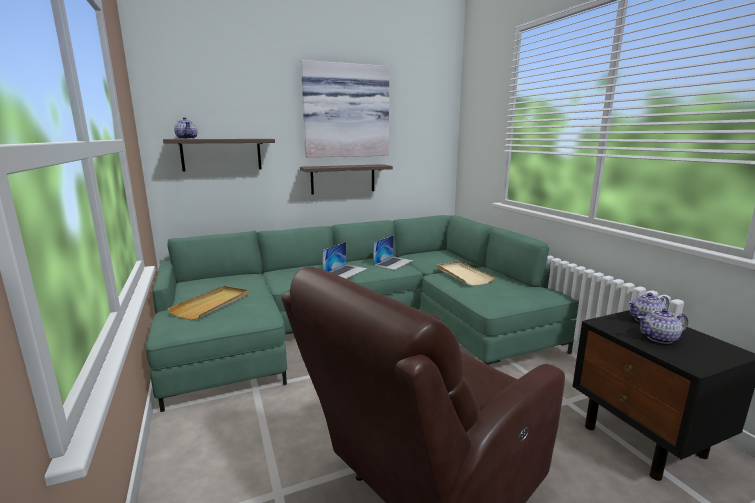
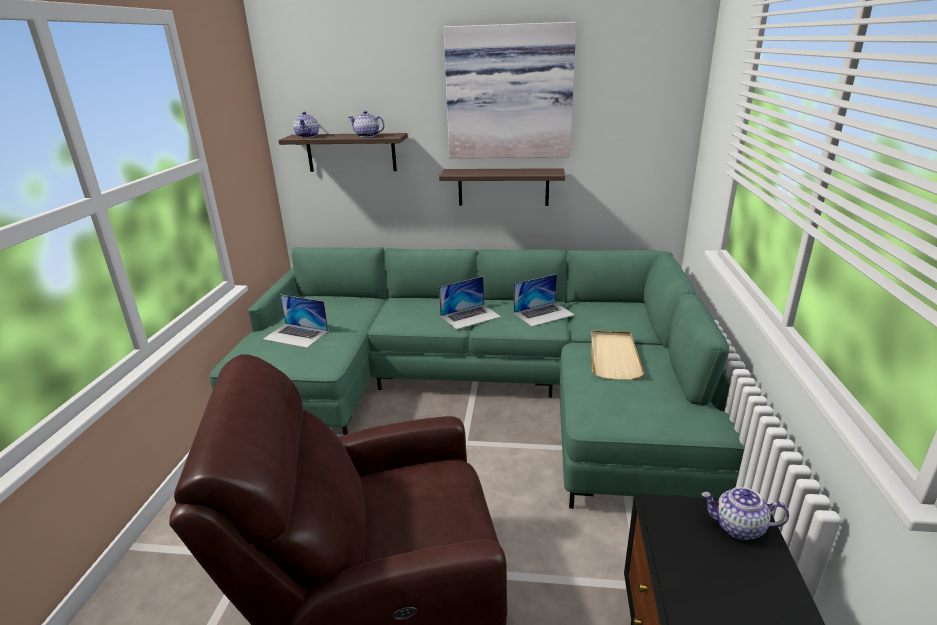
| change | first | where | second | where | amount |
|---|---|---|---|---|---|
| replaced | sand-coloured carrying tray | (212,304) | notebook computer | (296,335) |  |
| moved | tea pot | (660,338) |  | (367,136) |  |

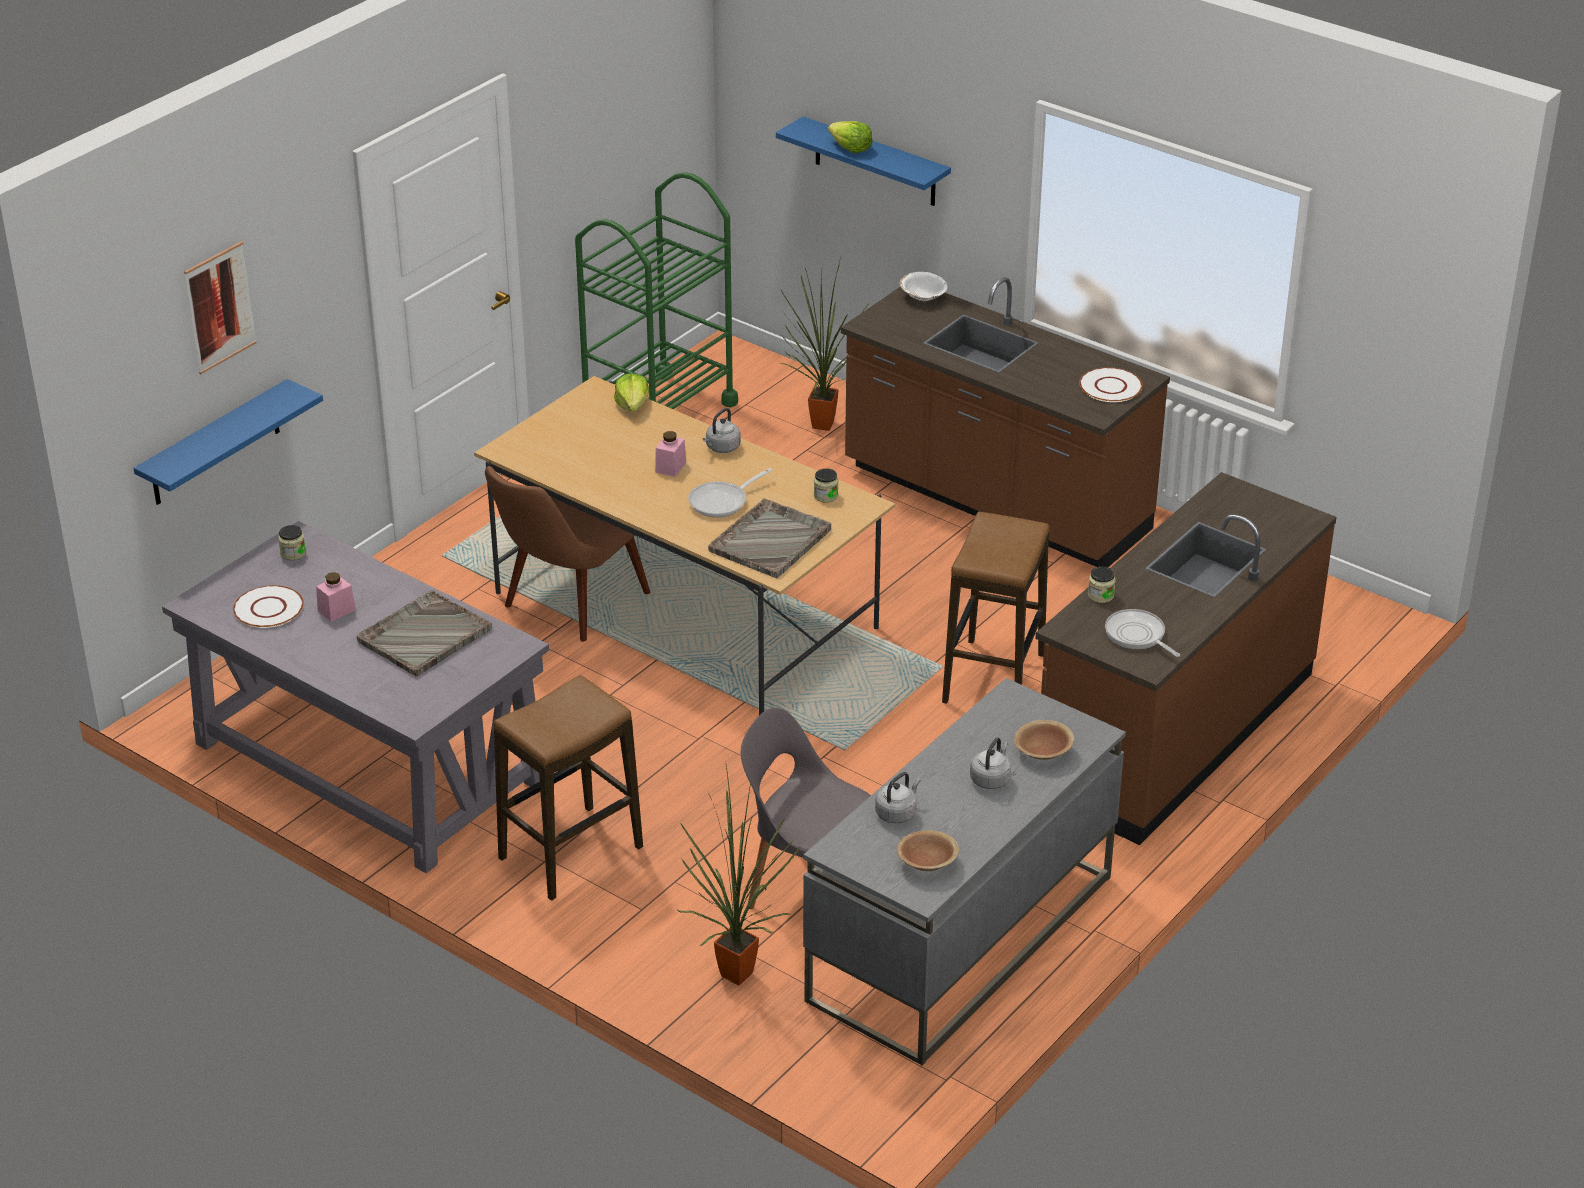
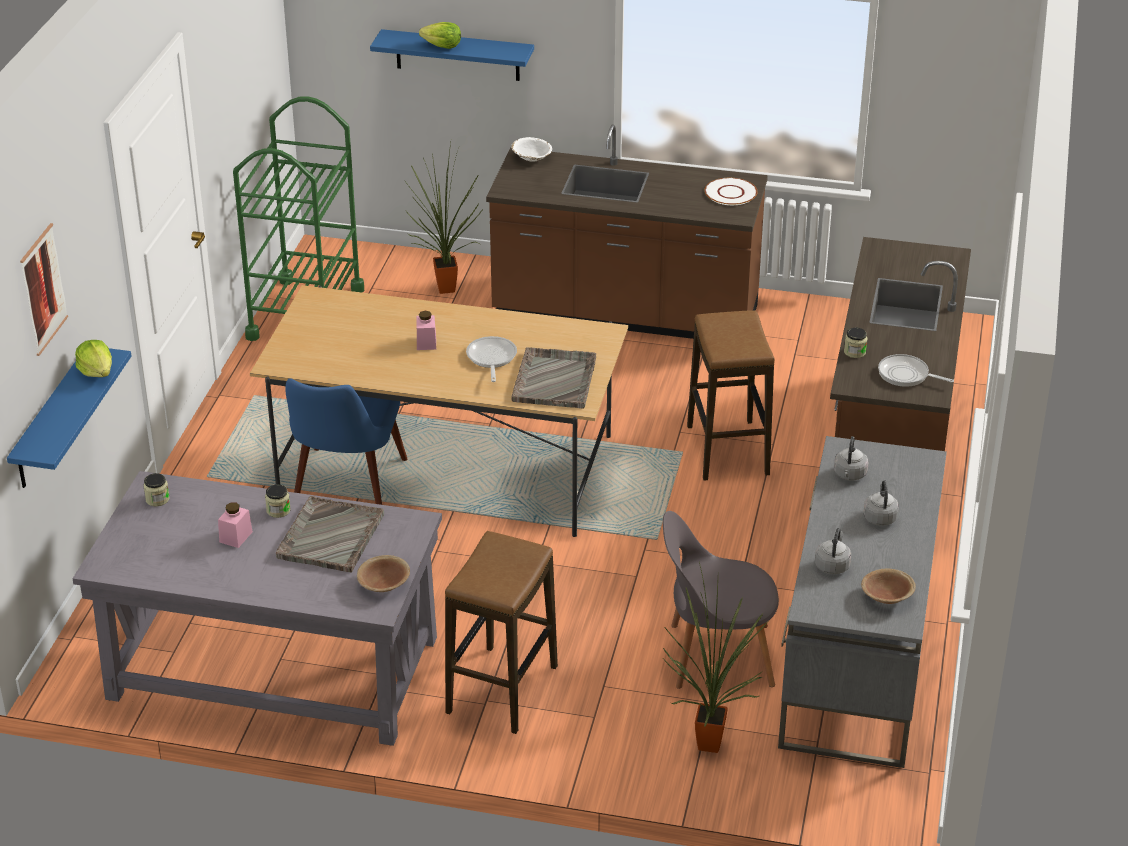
| change | first | where | second | where | amount |
|---|---|---|---|---|---|
| removed | white-coloured dinner plate | (268,608) |  |  |  |
| recoloured | brownish chair | (565,608) | blue chair | (345,490) |  |
| moved | lettuce | (632,405) |  | (97,371) |  |
| turned | pan | (723,501) |  | (491,359) | 150 degrees clockwise |
| moved | grey water kettle | (721,448) |  | (849,475) |  |
| moved | jar | (825,496) |  | (278,510) |  |
| moved | brownish deep dish | (1043,752) |  | (384,584) |  |

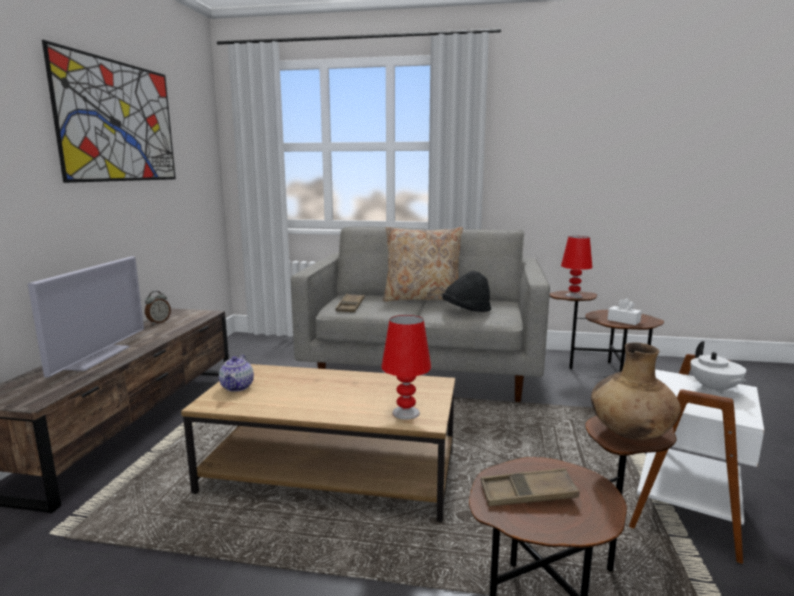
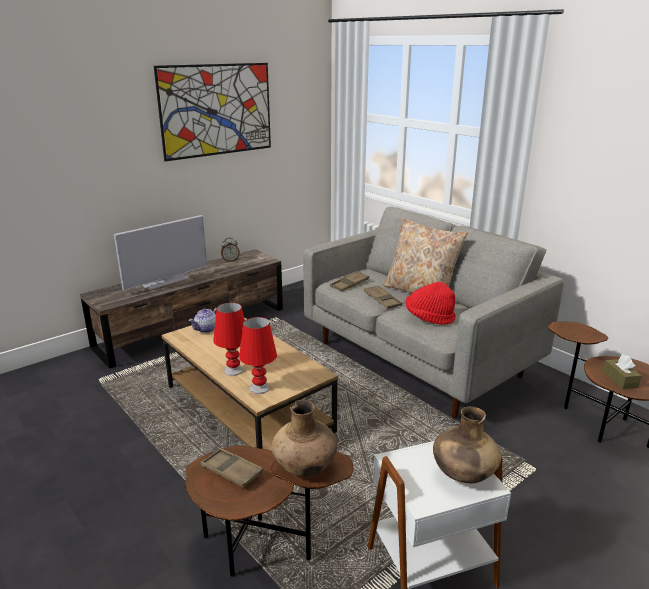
| change | first | where | second | where | amount |
|---|---|---|---|---|---|
| recoloured | black hat | (466,311) | red-coloured hat | (429,318) |  |
| moved | red-coloured tabletop lamp | (574,296) |  | (234,370) |  |
| recoloured | white-coloured tissue holder | (623,321) | brownish tissue holder | (620,379) |  |
| replaced | white-coloured tea pot | (714,389) | brownish decorative vase | (463,474) |  |
| added |  |  | brownish carrying tray | (382,300) |  |

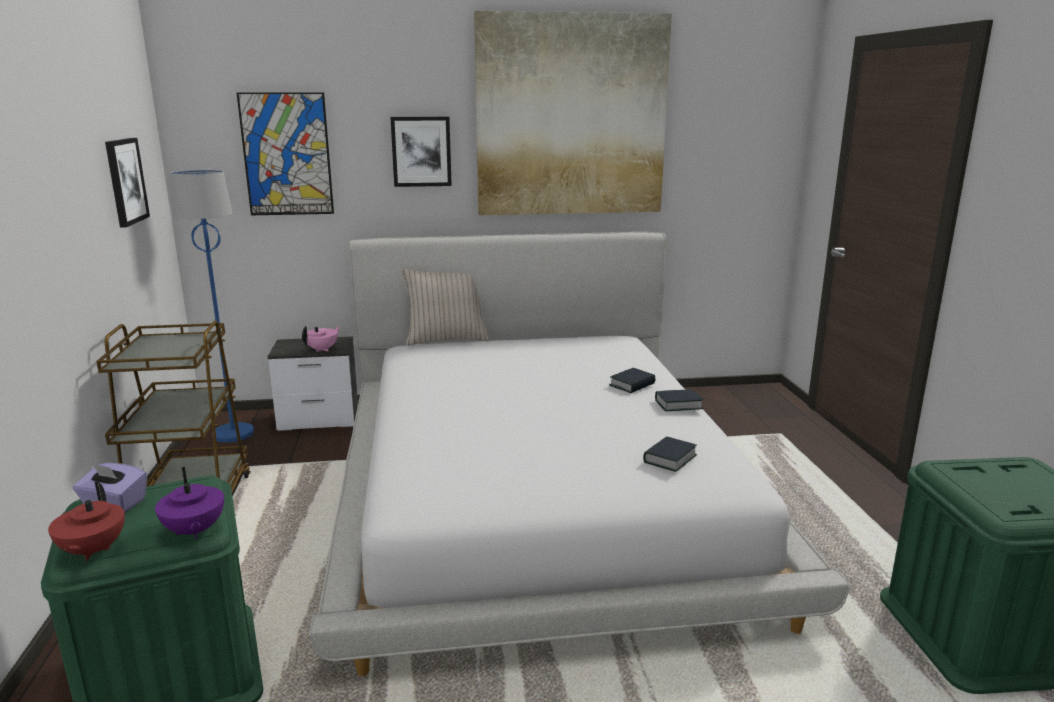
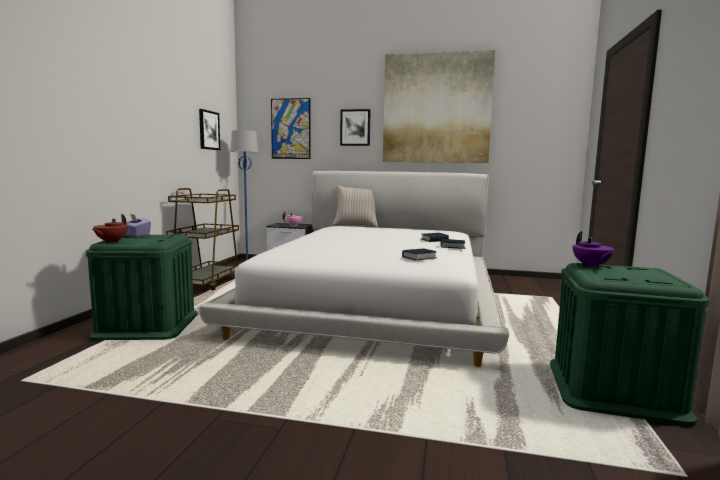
| change | first | where | second | where | amount |
|---|---|---|---|---|---|
| moved | purplish tea pot | (194,531) |  | (591,266) |  |

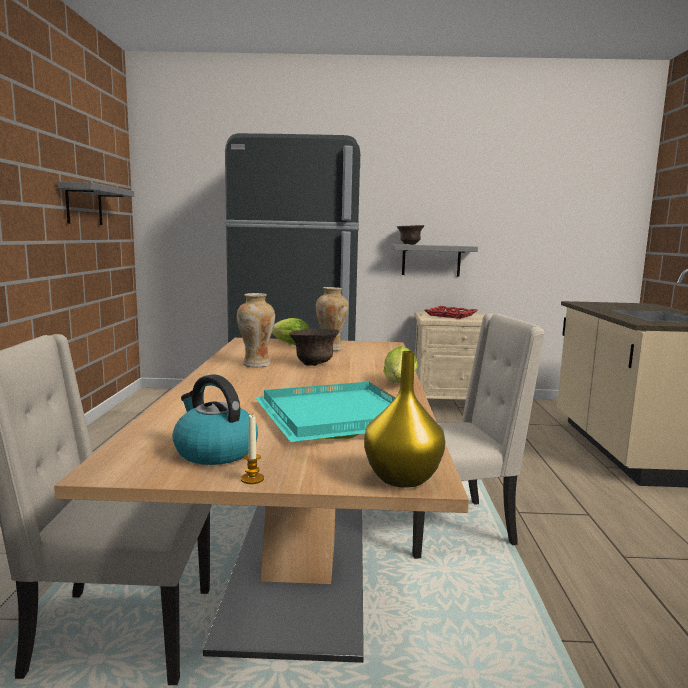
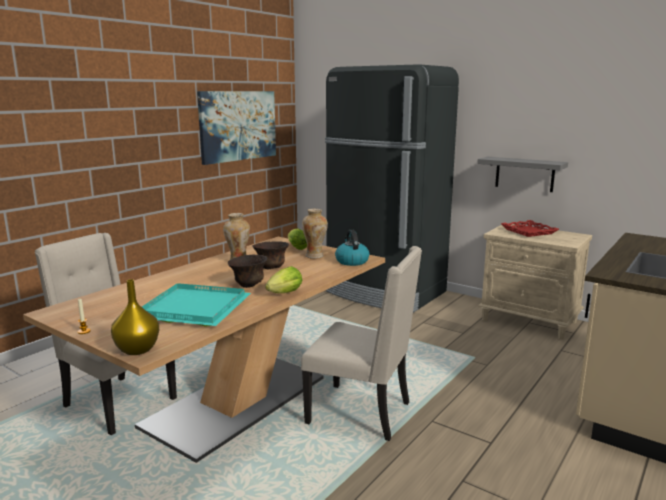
| change | first | where | second | where | amount |
|---|---|---|---|---|---|
| replaced | grey wall shelf | (84,205) | wall art | (238,125) |  |
| moved | water kettle | (214,451) |  | (351,261) |  |
| moved | brownish deep dish | (409,244) |  | (249,285) |  |

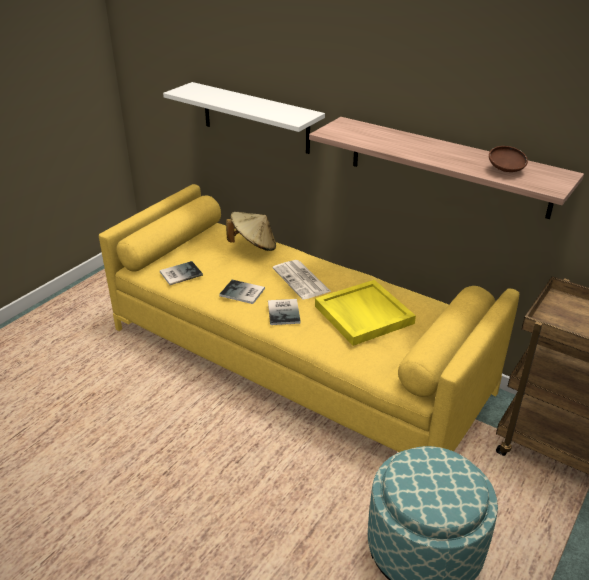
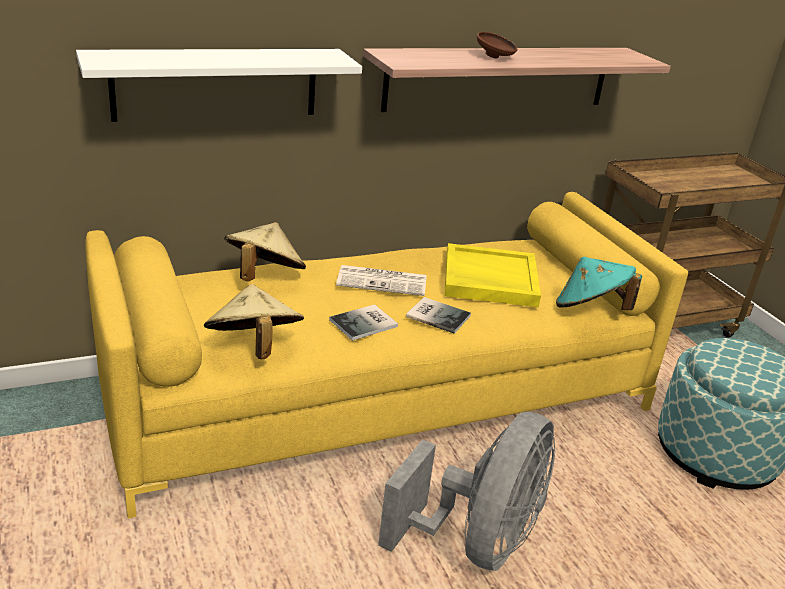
| change | first | where | second | where | amount |
|---|---|---|---|---|---|
| replaced | volume | (179,273) | sand-coloured hat | (253,348) |  |
| moved | brownish deep dish | (505,170) |  | (495,57) |  |
| added |  |  | grey electric fan | (477,542) |  |
| added |  |  | blue-green hat | (590,309) |  |

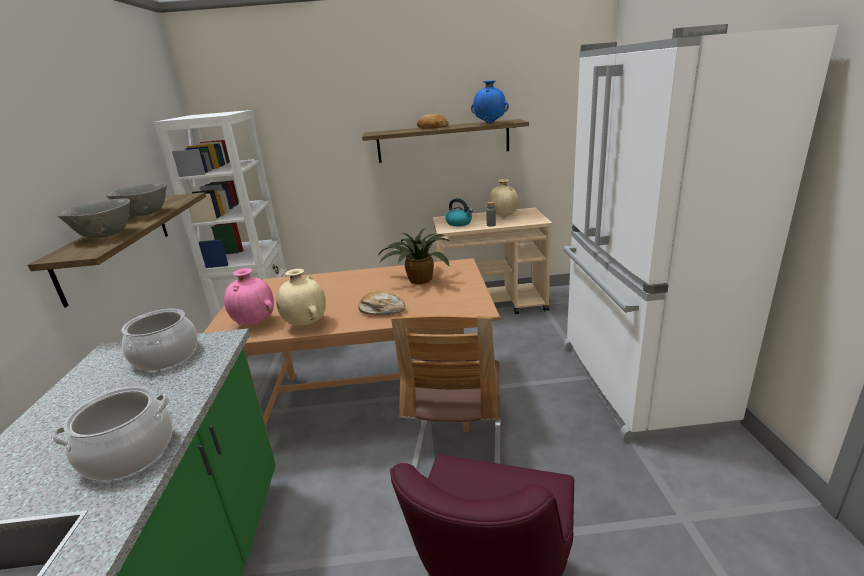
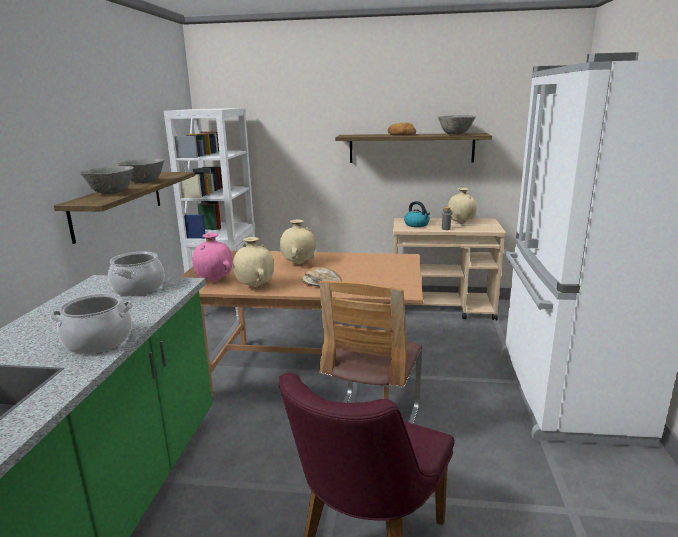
| change | first | where | second | where | amount |
|---|---|---|---|---|---|
| removed | potted plant | (418,280) |  |  |  |
| replaced | blue decorative vase | (490,123) | grey deep dish | (455,134) |  |
| added |  |  | sand-coloured decorative vase | (298,263) |  |

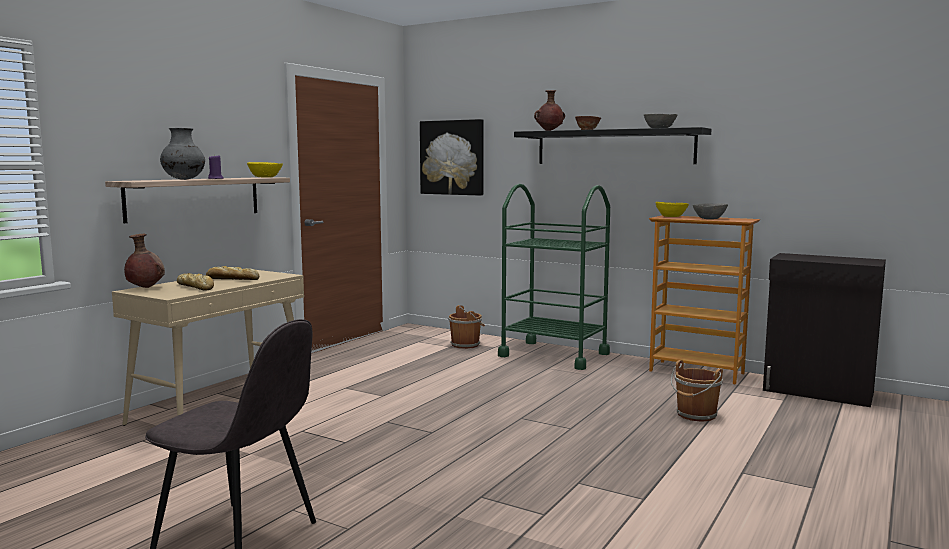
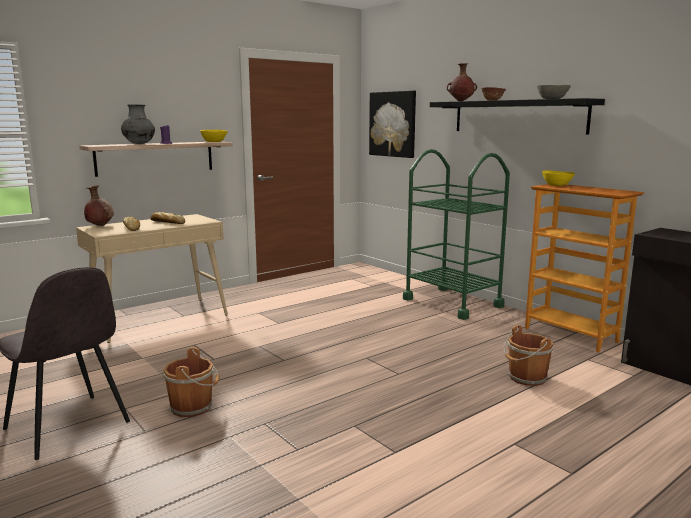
| change | first | where | second | where | amount |
|---|---|---|---|---|---|
| moved | brownish bucket | (466,345) |  | (193,407) |  |
| removed | grey deep dish | (709,218) |  |  |  |

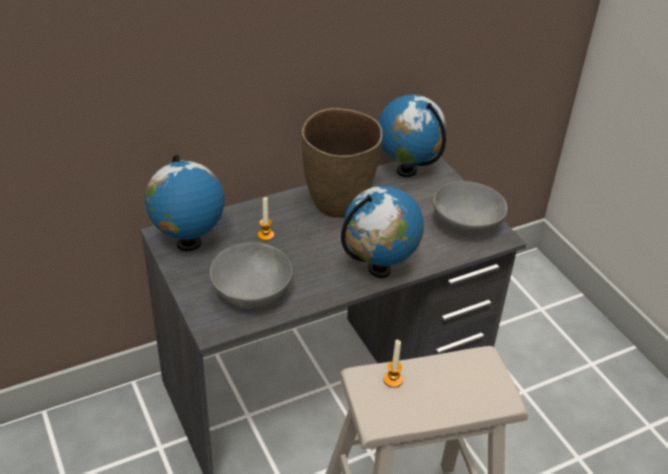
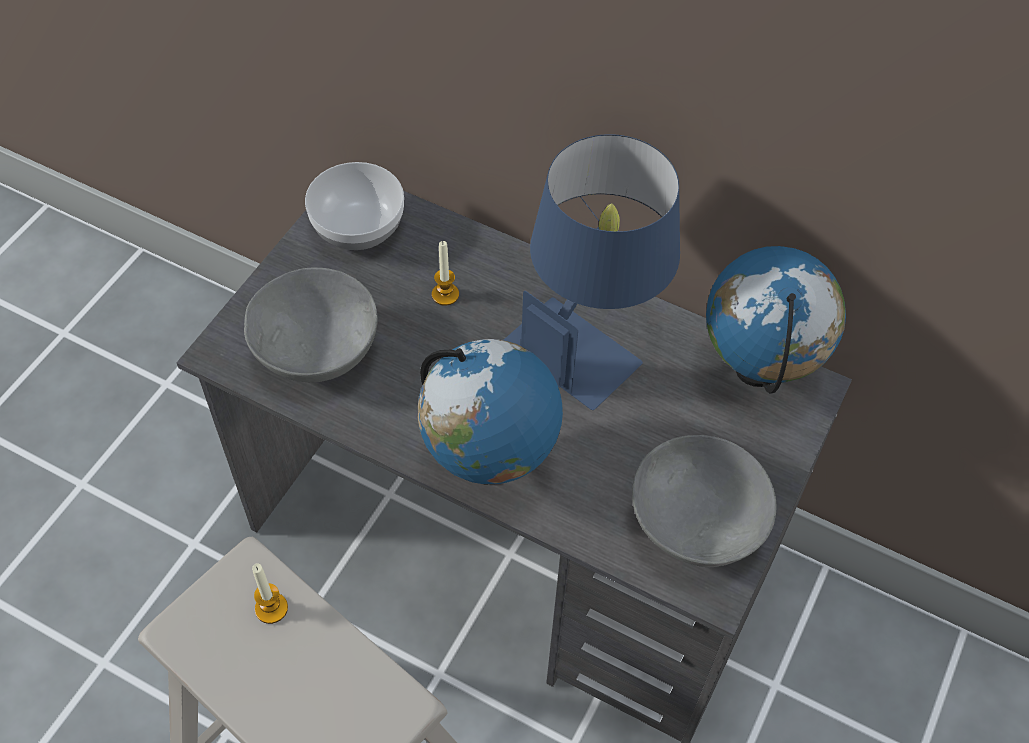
| change | first | where | second | where | amount |
|---|---|---|---|---|---|
| replaced | world globe | (188,243) | deep dish | (356,228) |  |
| replaced | brownish decorative vase | (338,205) | blue tabletop lamp | (588,335) |  |

